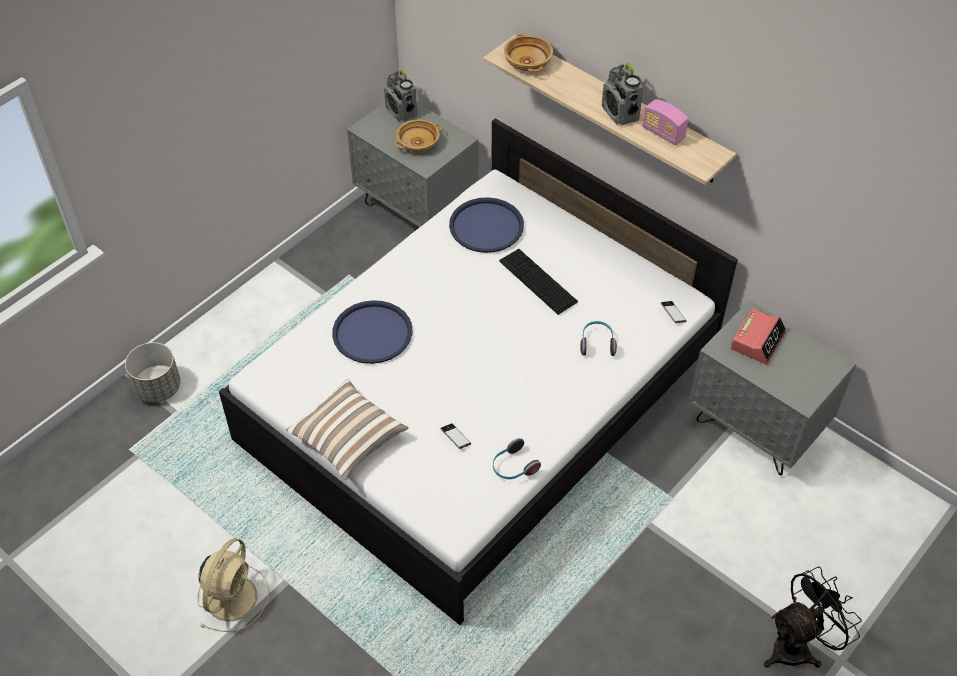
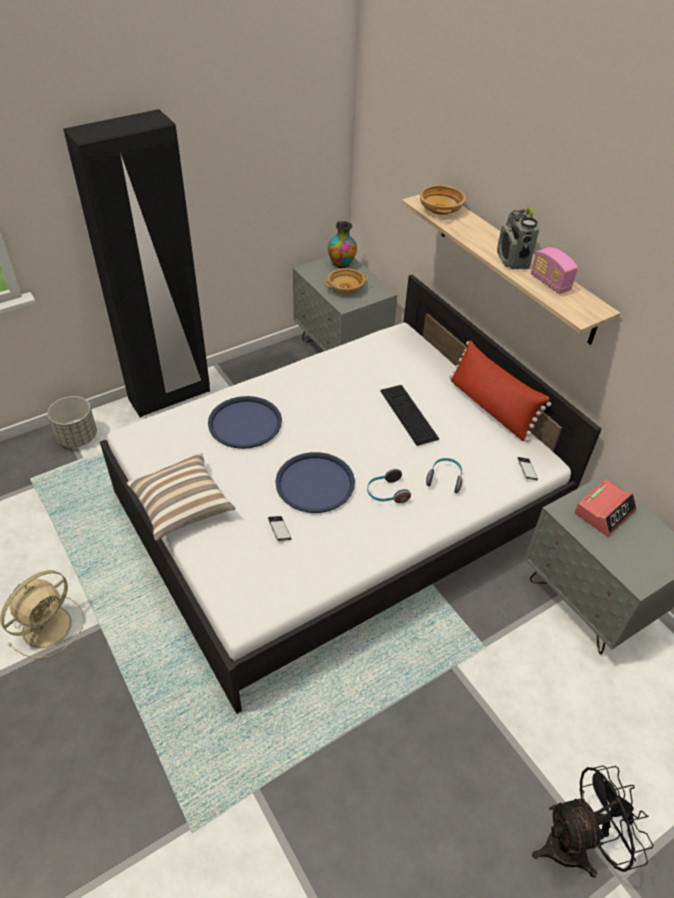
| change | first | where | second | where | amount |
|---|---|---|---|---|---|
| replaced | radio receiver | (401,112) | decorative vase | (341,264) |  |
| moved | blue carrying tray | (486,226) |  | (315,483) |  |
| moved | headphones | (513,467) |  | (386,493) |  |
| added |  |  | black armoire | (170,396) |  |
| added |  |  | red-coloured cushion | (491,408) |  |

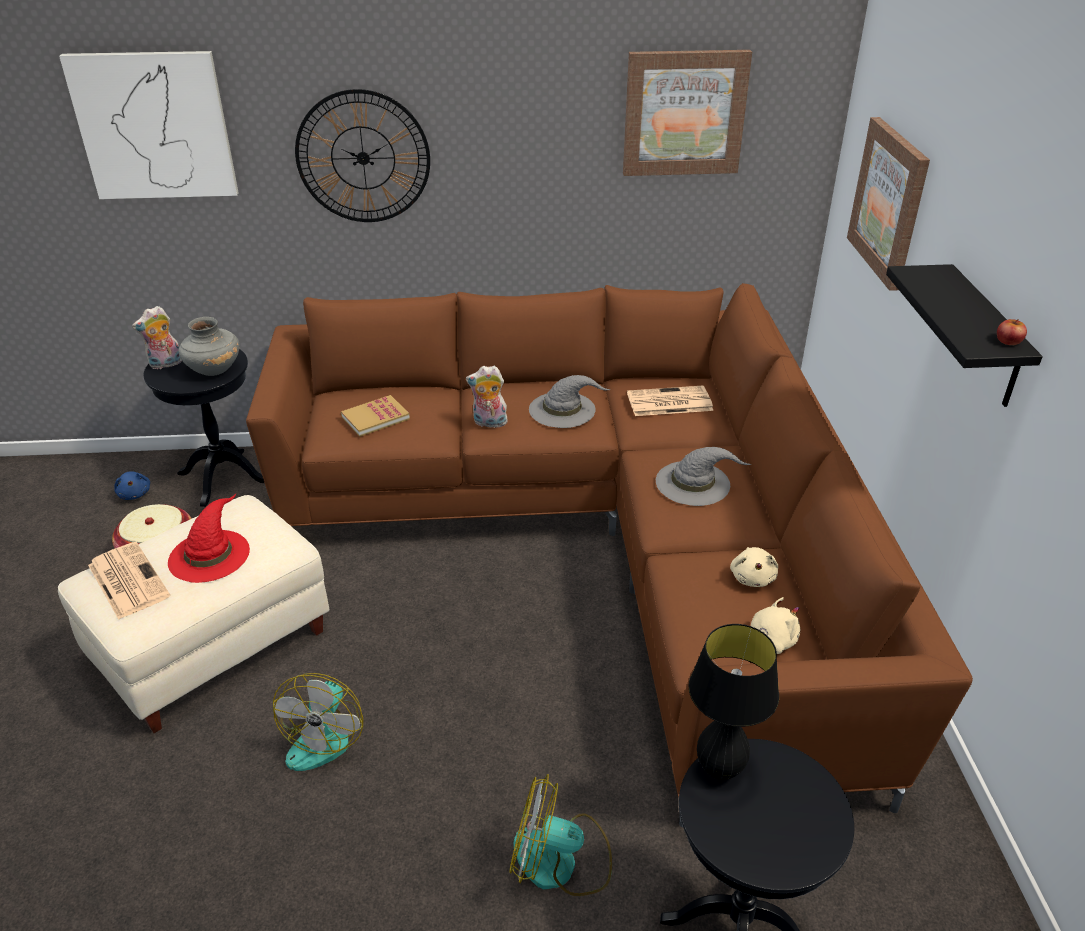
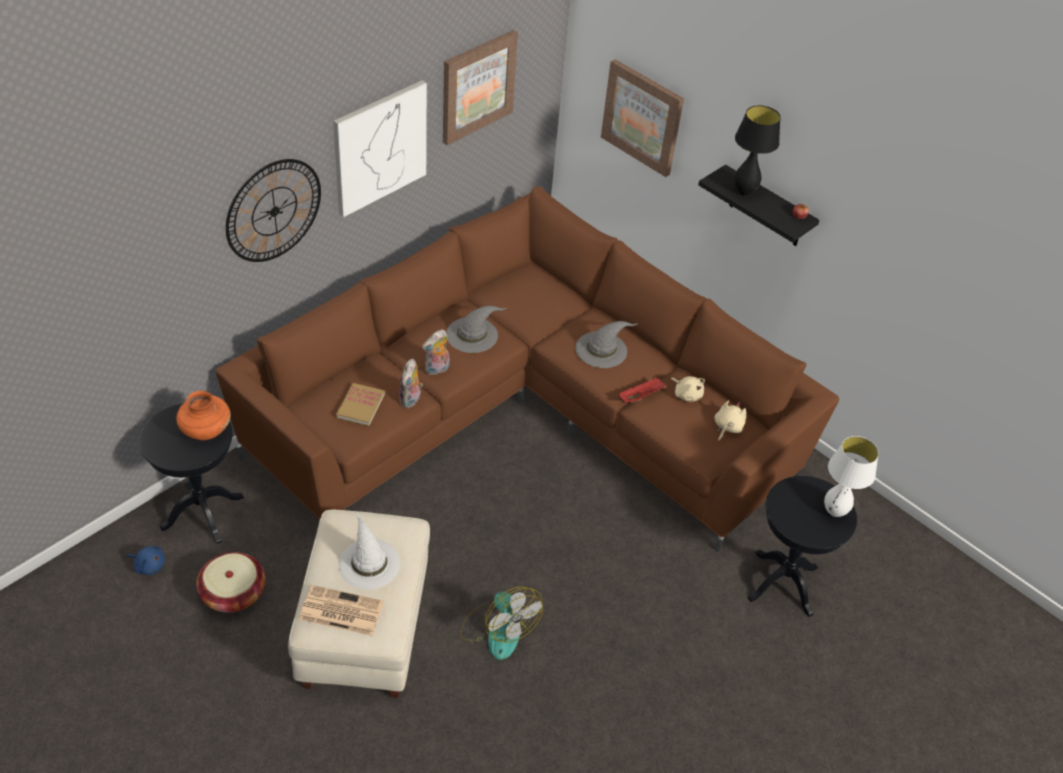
| change | first | where | second | where | amount |
|---|---|---|---|---|---|
| moved | wall art | (154,126) |  | (380,147) |  |
| moved | plush toy | (165,364) |  | (411,400) |  |
| recoloured | red-coloured hat | (209,554) | white-coloured hat | (368,563) |  |
| recoloured | grey decorative vase | (214,370) | orangey decorative vase | (205,431) |  |
| removed | electric fan | (560,862) |  |  |  |
| removed | daily paper | (668,402) |  |  |  |
| moved | black tabletop lamp | (720,770) |  | (744,192) |  |
| added |  |  | red-coloured carrying tray | (641,396) |  |
| added |  |  | white-coloured tabletop lamp | (834,511) |  |

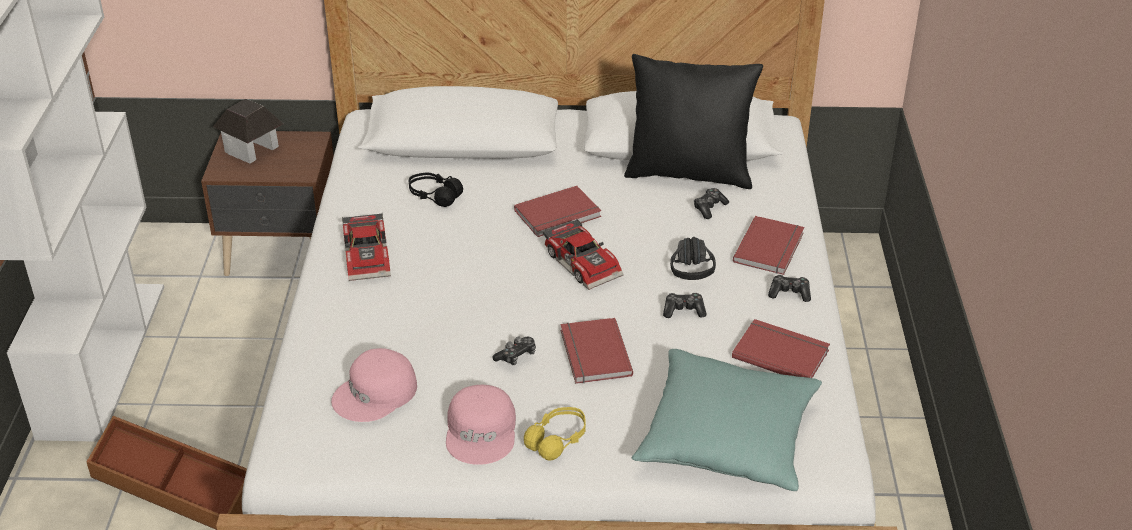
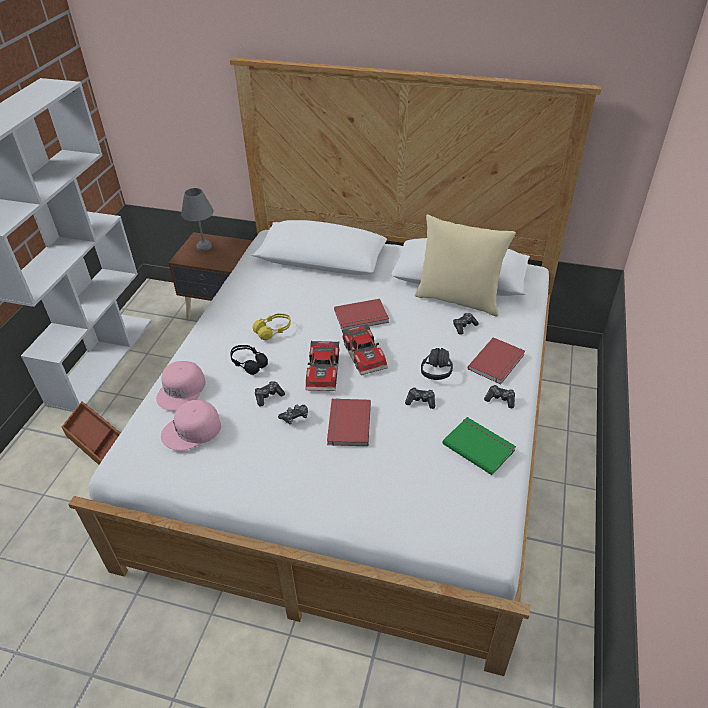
| change | first | where | second | where | amount |
|---|---|---|---|---|---|
| replaced | model house | (252,149) | grey tabletop lamp | (205,246) |  |
| moved | miniature car | (369,255) |  | (325,371) |  |
| moved | black headphones | (434,196) |  | (248,363) |  |
| moved | pinkish baseball cap | (482,432) |  | (182,390) |  |
| moved | yellow-coloured headphones | (557,440) |  | (273,330) |  |
| recoloured | black cushion | (689,173) | sand-coloured cushion | (458,299) |  |
| removed | blue-green cushion | (727,438) |  |  |  |
| recoloured | red-coloured volume | (781,352) | greenish volume | (479,446) |  |
| added |  |  | joypad | (268,396) |  |

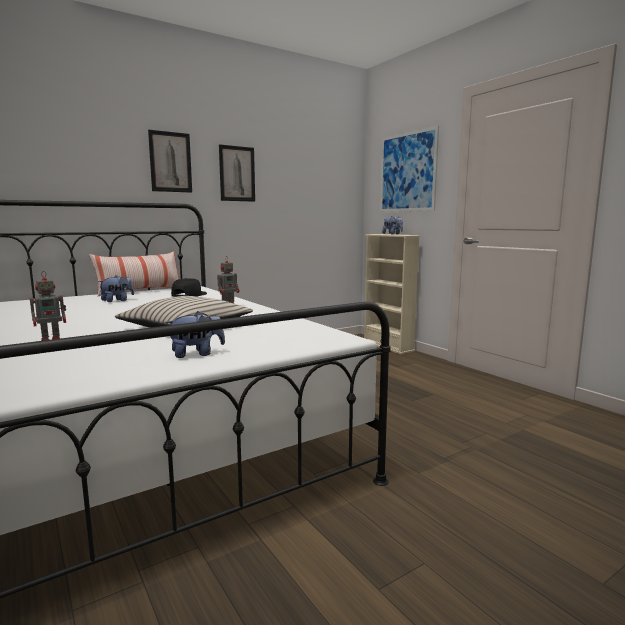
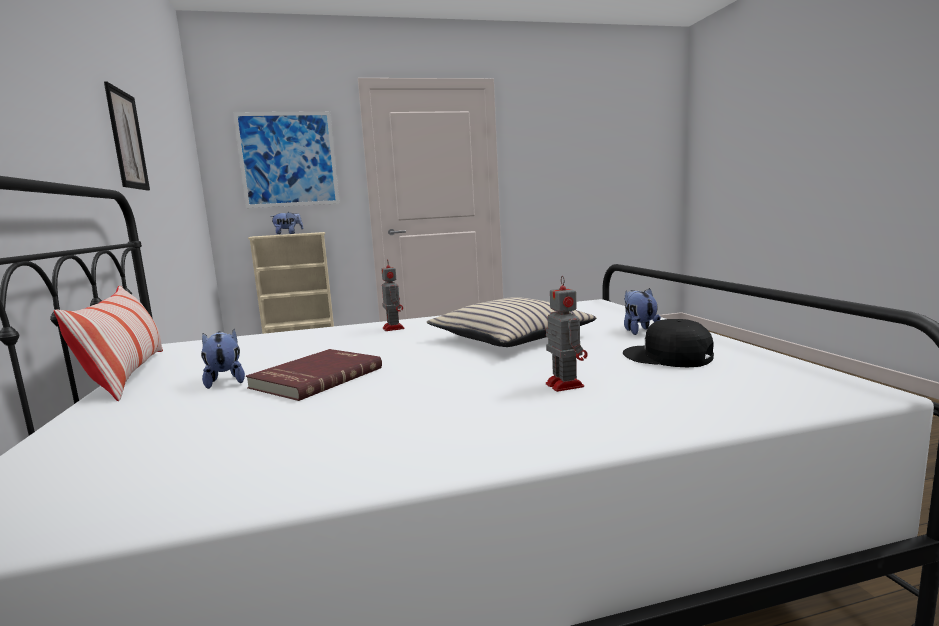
| change | first | where | second | where | amount |
|---|---|---|---|---|---|
| removed | wall art | (170,162) |  |  |  |
| moved | black baseball cap | (188,294) |  | (667,357) |  |
| added |  |  | red-coloured volume | (315,377) |  |

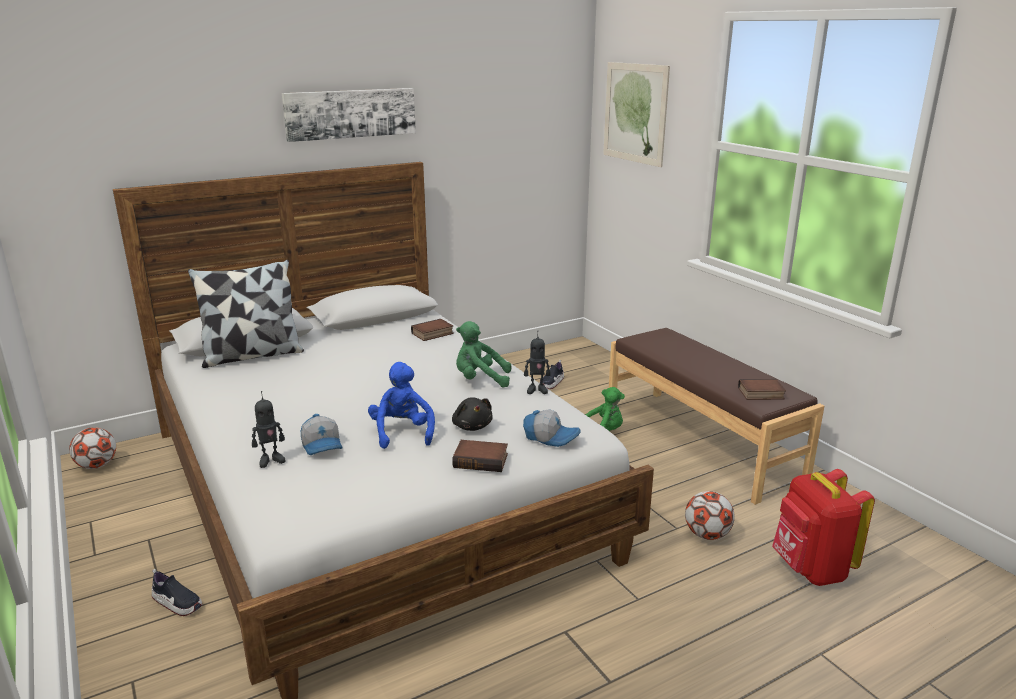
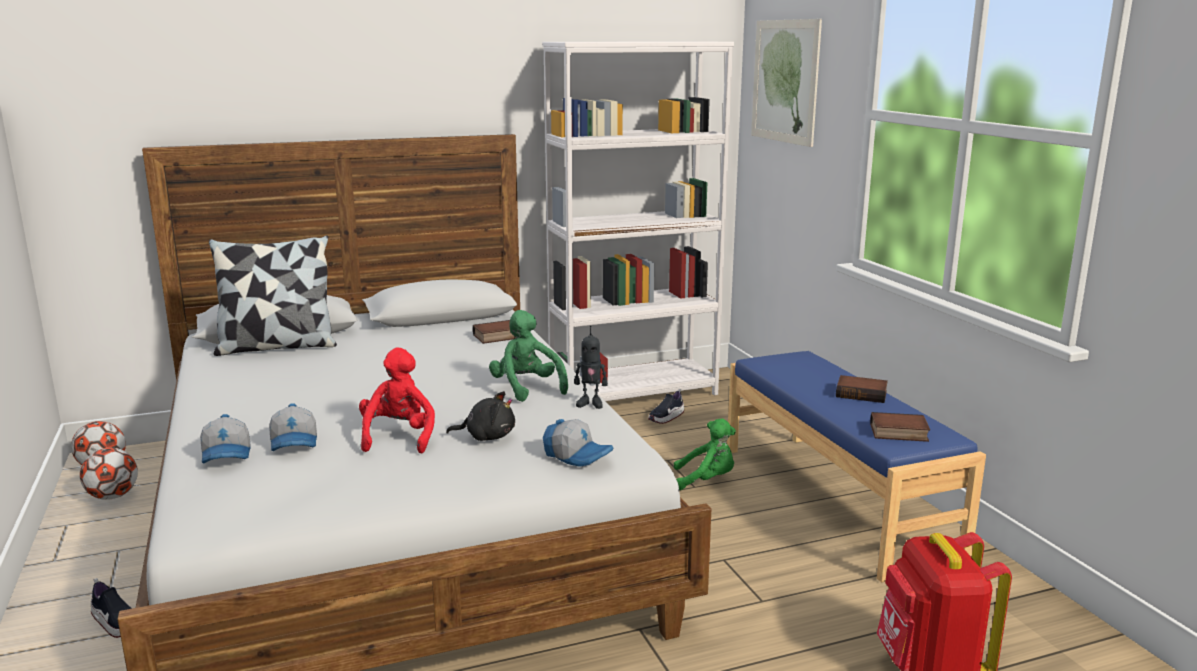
| change | first | where | second | where | amount |
|---|---|---|---|---|---|
| replaced | model robot | (271,460) | baseball cap | (228,454) |  |
| removed | wall art | (350,113) |  |  |  |
| recoloured | blue plush toy | (402,432) | red-coloured plush toy | (399,437) |  |
| turned | black plush toy | (472,426) |  | (487,437) | 75 degrees counterclockwise |
| moved | volume | (481,460) |  | (862,394) |  |
| turned | greenish plush toy | (480,380) |  | (526,388) | 45 degrees clockwise |
| recoloured | brownish long seat | (701,441) | blue long seat | (835,499) |  |
| moved | football | (707,535) |  | (113,496) |  |
| added |  |  | white-coloured bookshelf | (634,393) |  |

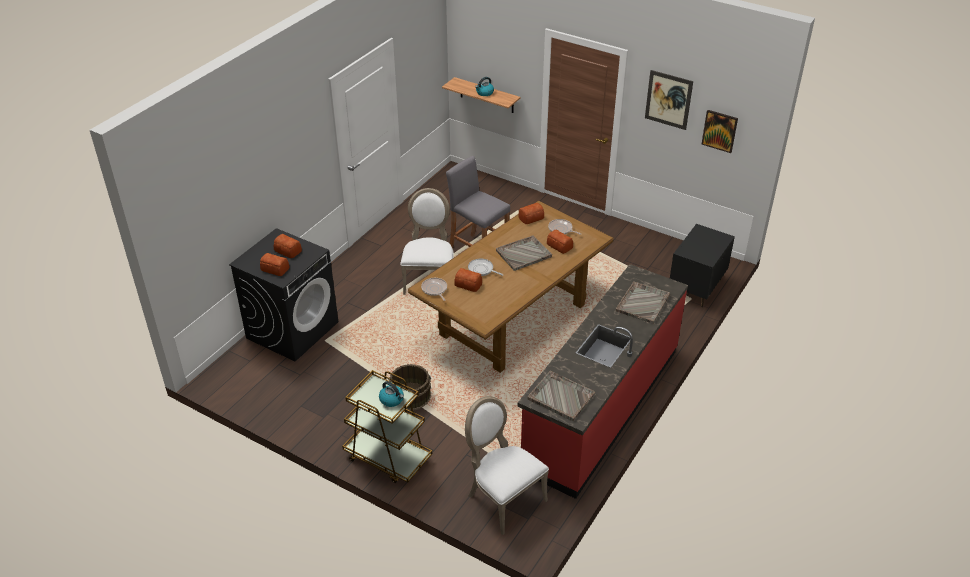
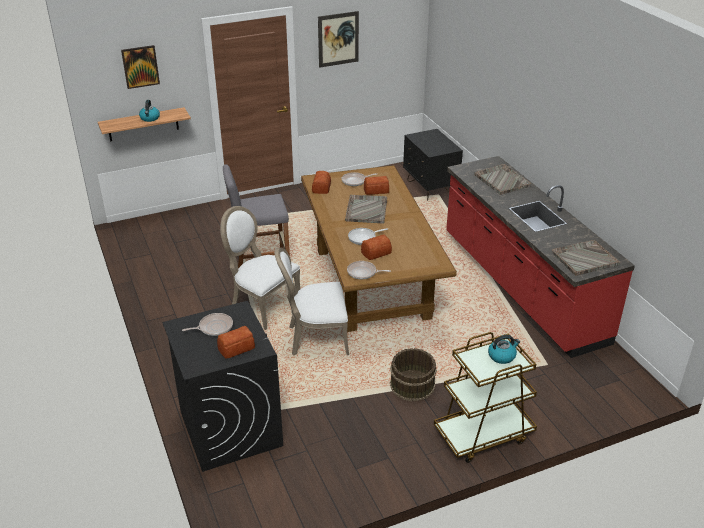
| change | first | where | second | where | amount |
|---|---|---|---|---|---|
| replaced | bakery bread | (288,250) | pan | (214,327) |  |
| moved | white-coloured chair | (503,498) |  | (315,339) |  |
| moved | wall art | (719,131) |  | (140,66) |  |

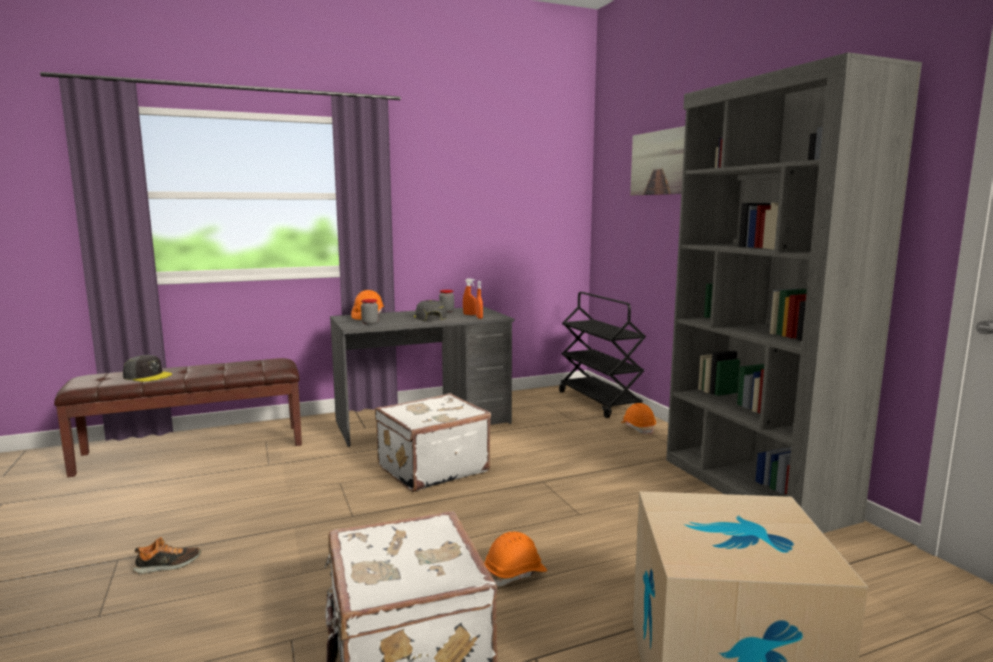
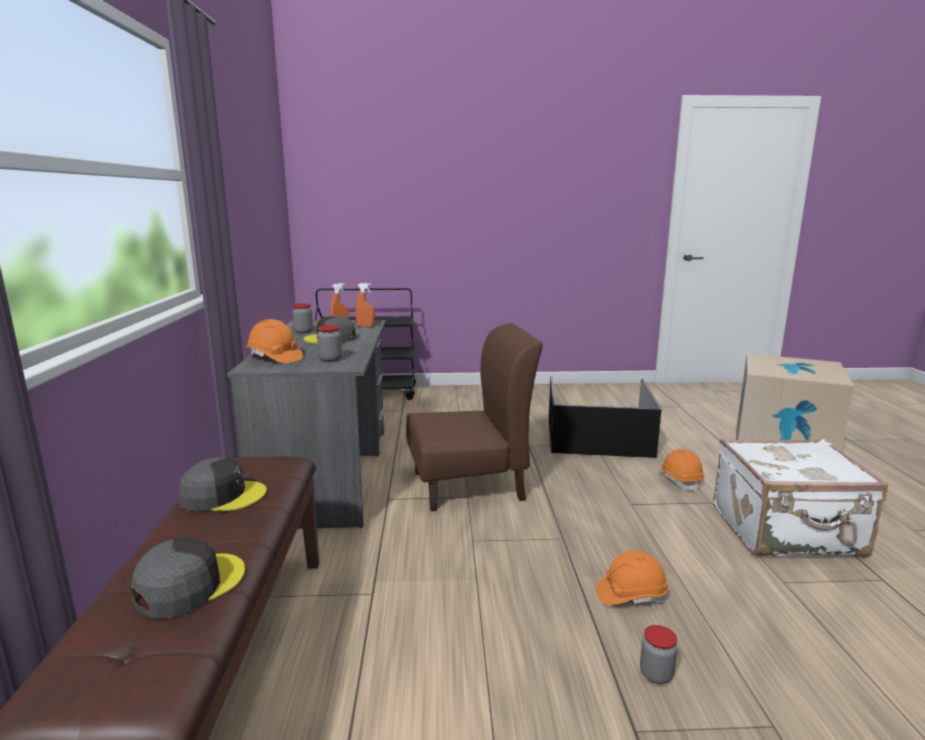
| change | first | where | second | where | amount |
|---|---|---|---|---|---|
| replaced | shoe | (168,565) | jar | (656,674) |  |
| replaced | white-coloured piece of luggage | (431,468) | brownish chair | (469,486) |  |
| moved | orangey work helmet | (638,428) |  | (631,595) |  |
| removed | wall art | (661,162) |  |  |  |
| removed | grey bookshelf | (753,488) |  |  |  |
| added |  |  | grey baseball cap | (223,495) |  |
| added |  |  | black storage box | (599,436) |  |

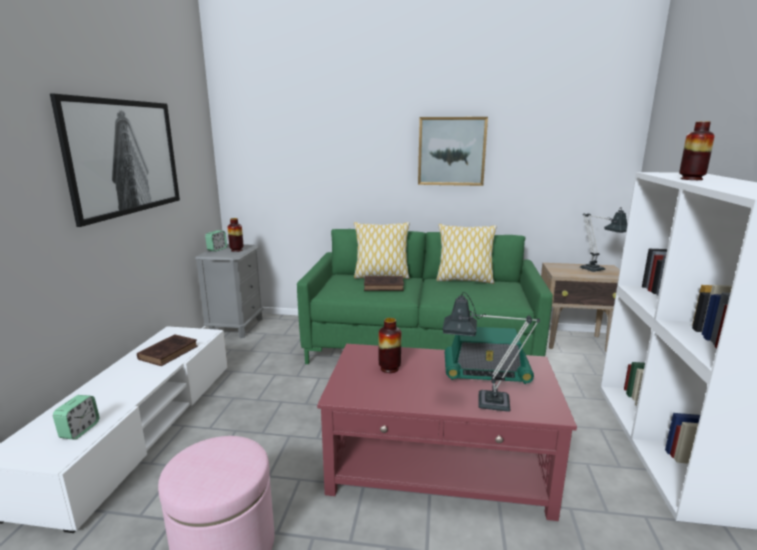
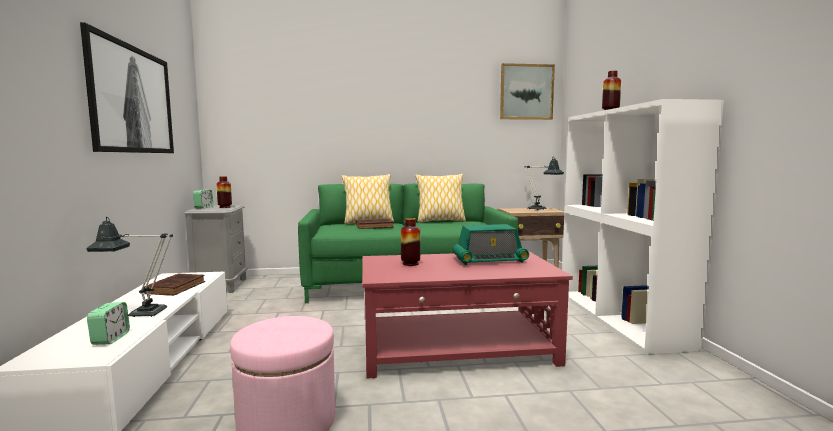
| change | first | where | second | where | amount |
|---|---|---|---|---|---|
| moved | wall art | (451,151) |  | (526,92) |  |
| moved | tabletop lamp | (484,402) |  | (140,313) |  |

